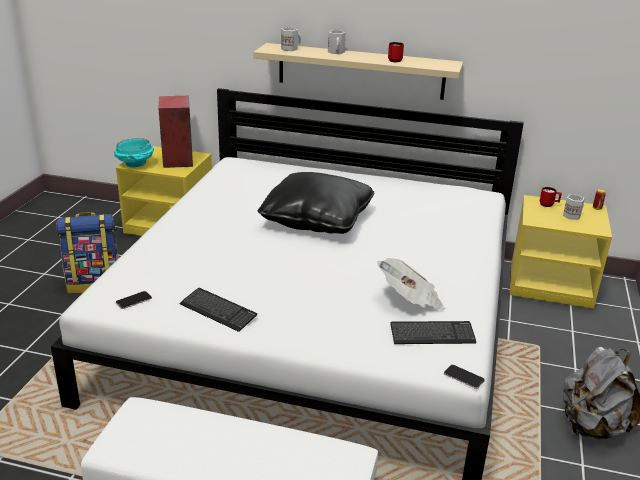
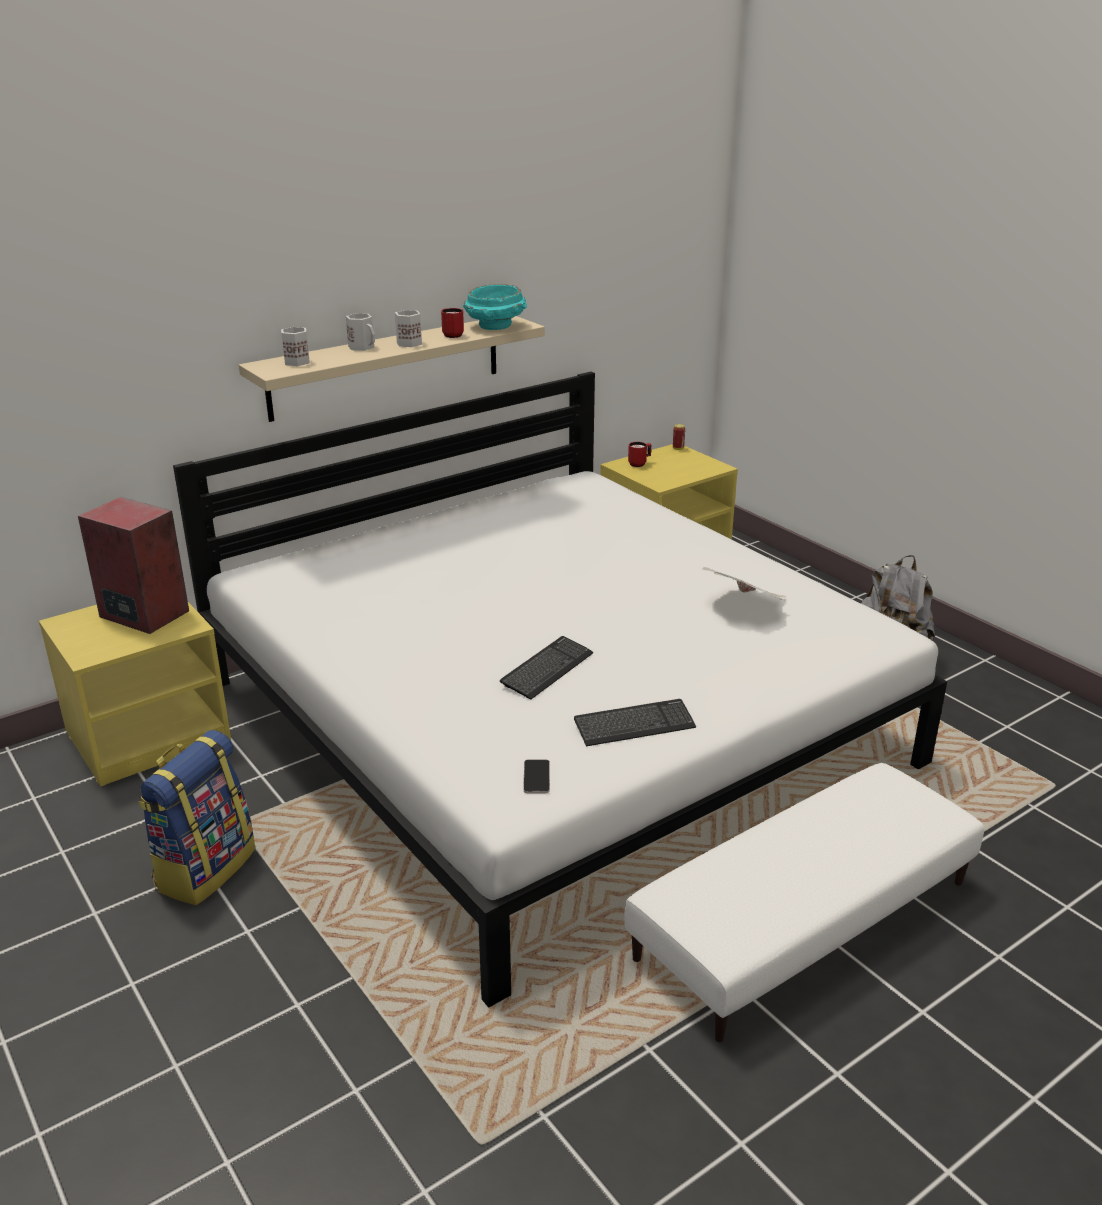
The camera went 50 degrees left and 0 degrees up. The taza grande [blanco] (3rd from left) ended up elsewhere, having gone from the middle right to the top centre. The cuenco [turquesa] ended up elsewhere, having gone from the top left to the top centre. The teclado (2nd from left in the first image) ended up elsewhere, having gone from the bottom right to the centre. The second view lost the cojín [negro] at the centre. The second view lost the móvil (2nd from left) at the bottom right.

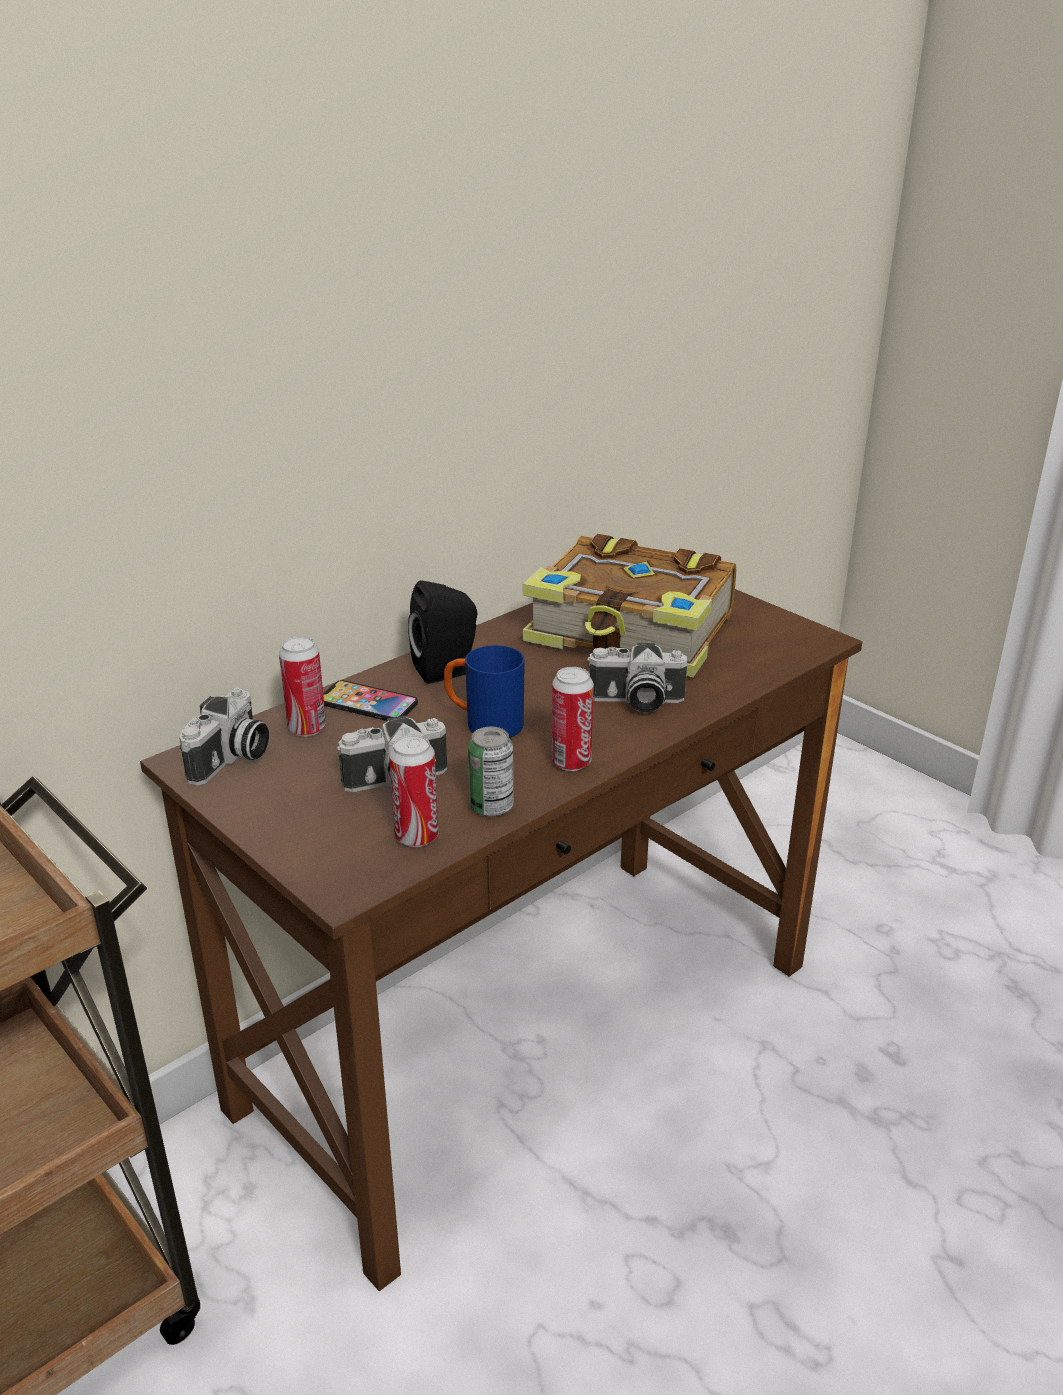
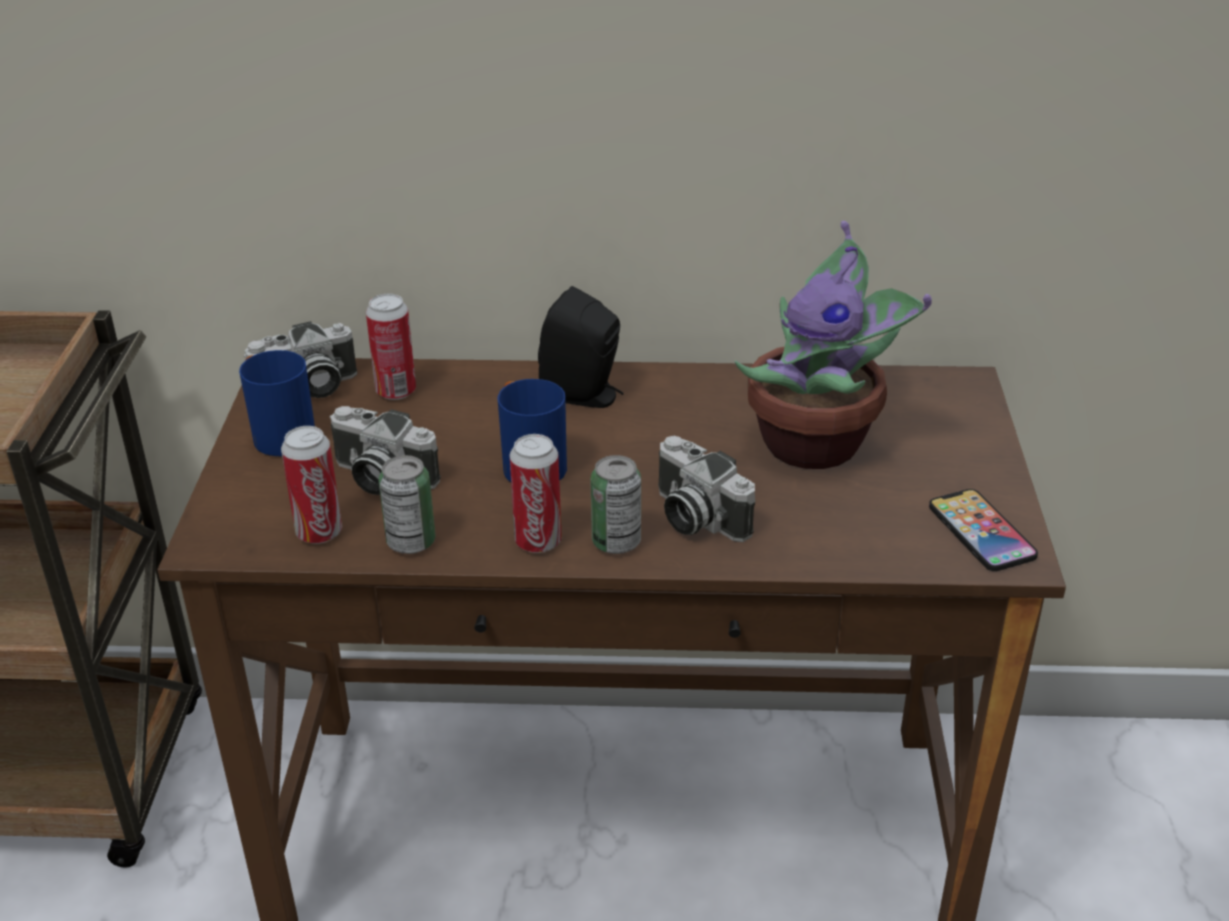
The camera went 45 degrees right and 5 degrees up. The second view gained the taza grande [azul] (1st from left) at the middle left. The second view gained the lata (5th from left) at the centre. Where the libro stood at the centre, the planta en maceta came to stand at the middle right. The móvil ended up elsewhere, having gone from the centre to the middle right.

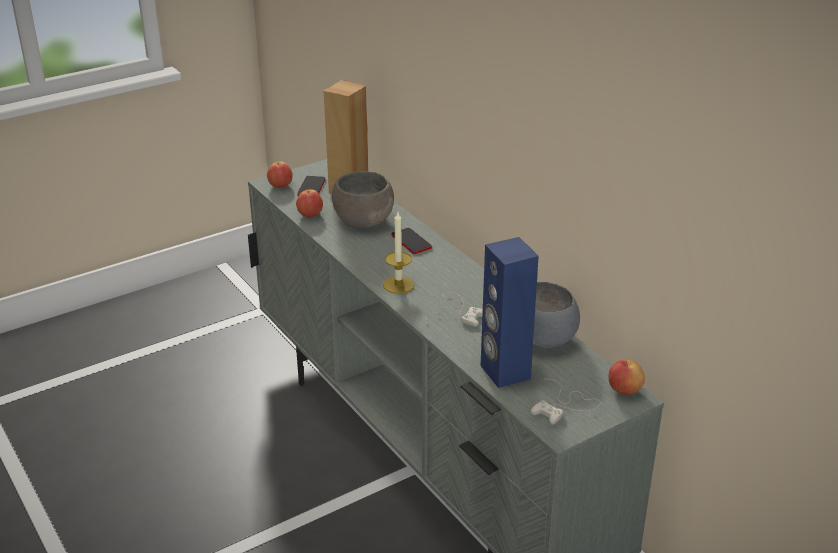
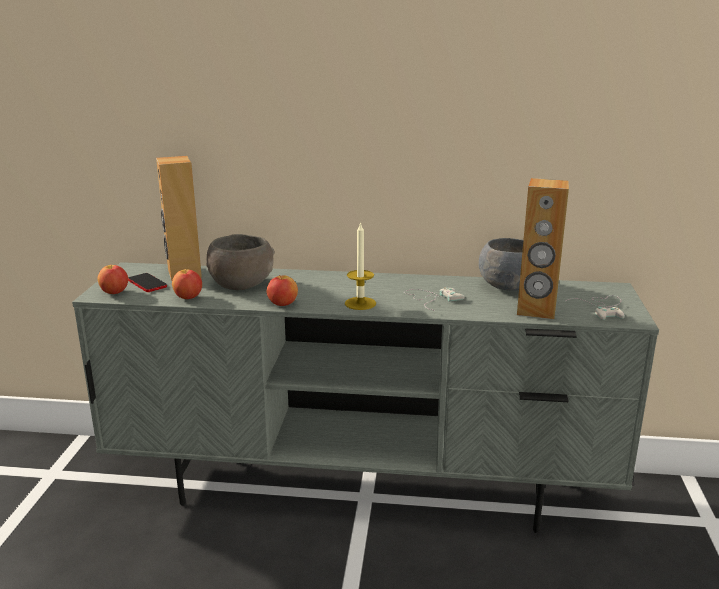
The camera went 50 degrees left and 10 degrees down. The manzana (3rd from left) ended up elsewhere, having gone from the bottom right to the centre. What was the altavoz [azul] at the centre turned into the altavoz [marrón] (2nd from left) at the middle right. The second view lost the móvil (2nd from left) at the centre.

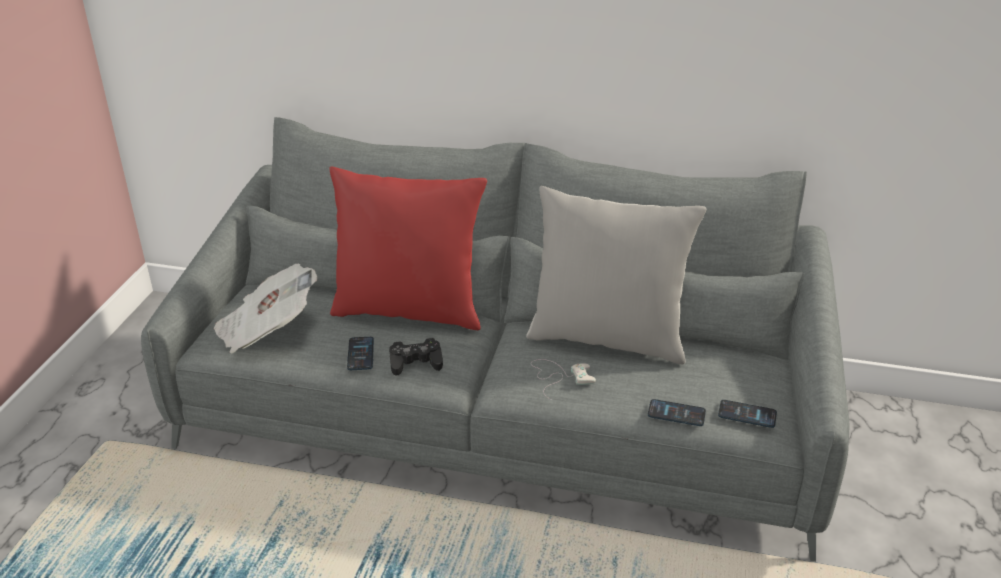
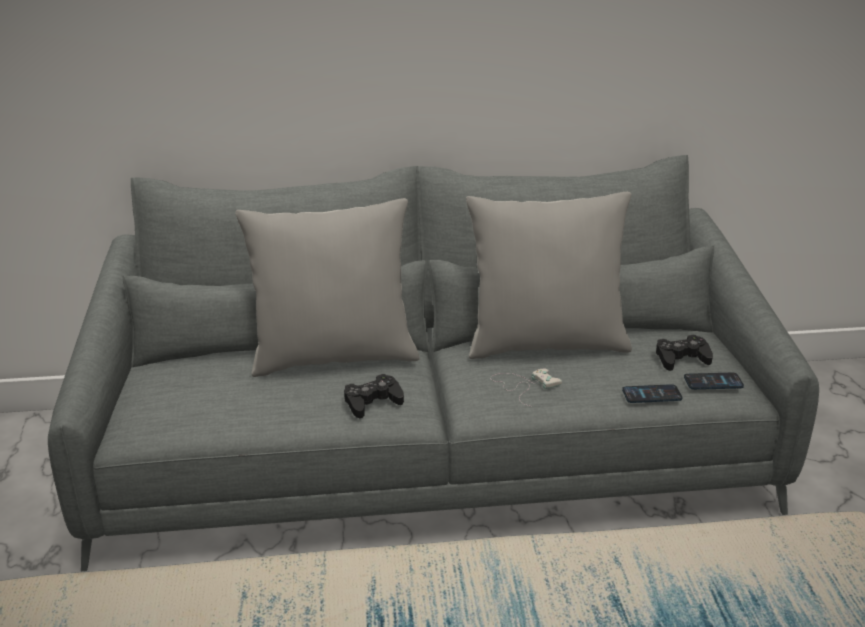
The camera went 20 degrees left and 5 degrees down. What was the cojín [rojo] at the centre turned into the cojín [gris] (1st from left) at the centre. The second view gained the mando de consola [negro] (2nd from left) at the middle right. The second view lost the periódico at the middle left. The second view lost the móvil (1st from left) at the centre.

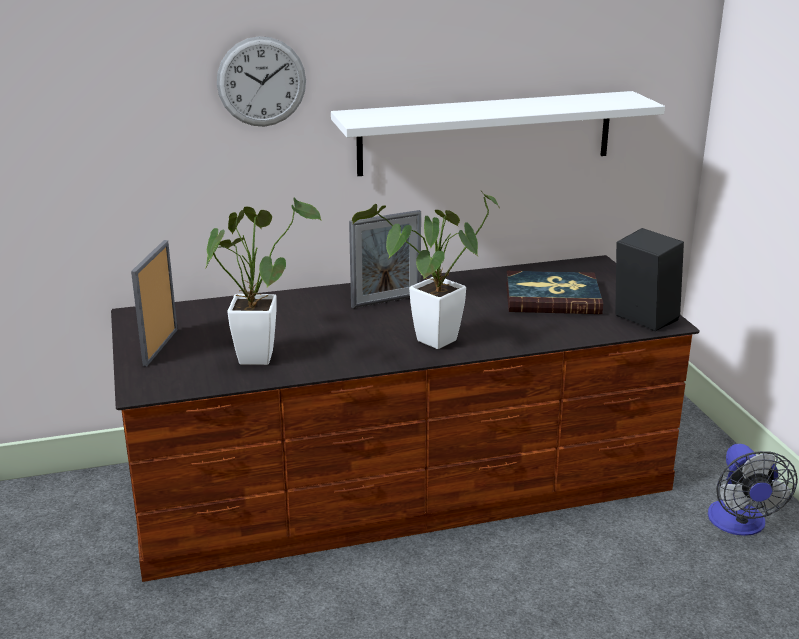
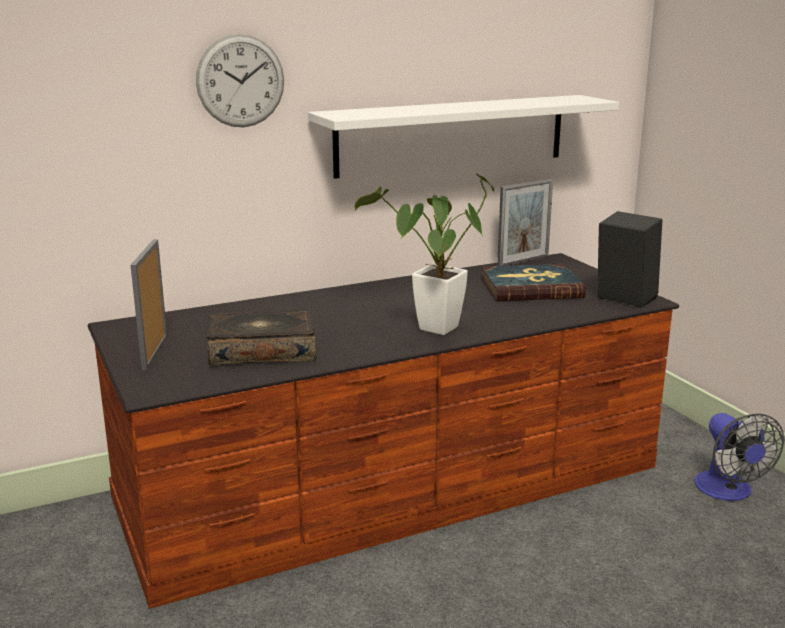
The camera went 10 degrees left and 5 degrees down. Where the planta en maceta (1st from left) stood at the middle left, the libro (1st from left) came to stand at the middle left. The portarretratos (2nd from left) ended up elsewhere, having gone from the centre to the middle right.

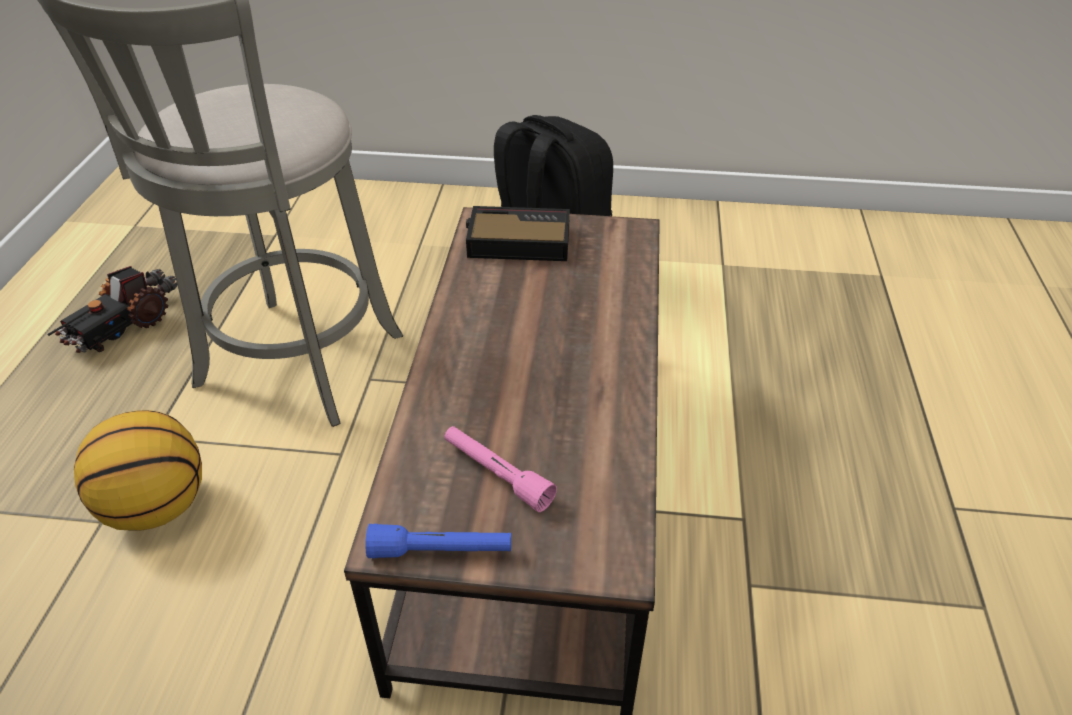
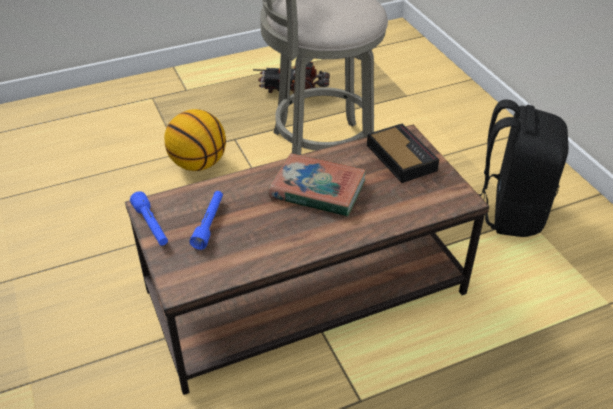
The camera went 60 degrees right and 0 degrees up. What was the linterna [rosa] at the centre turned into the linterna [azul] (2nd from left) at the centre. The second view gained the libro at the centre.

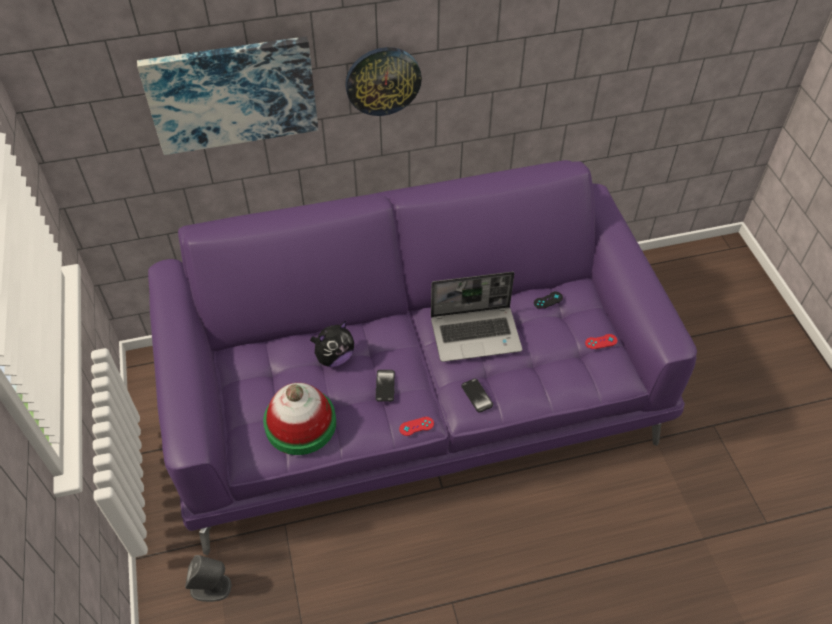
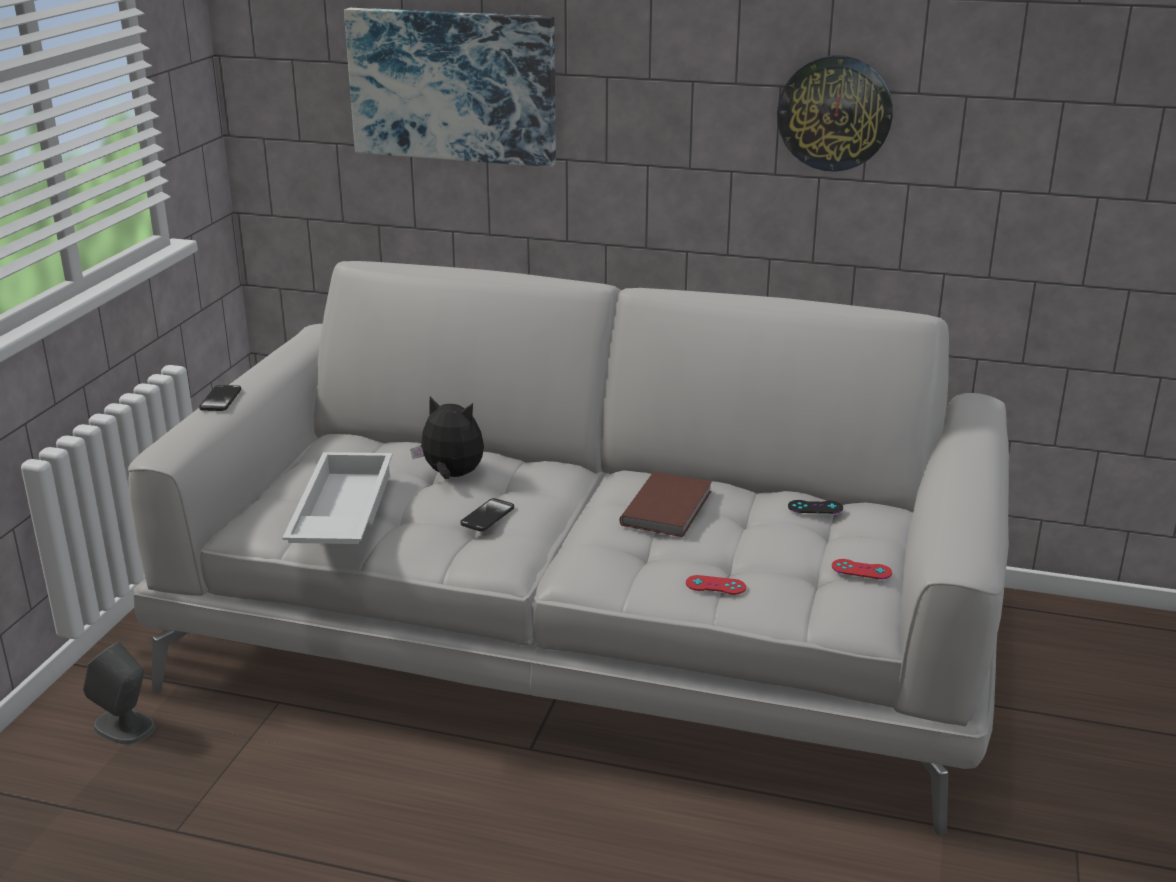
The camera went 30 degrees right and 25 degrees down. What was the sofá [morado] at the centre turned into the sofá [gris] at the centre. The móvil (2nd from left in the first image) ended up elsewhere, having gone from the centre to the middle left. Where the sombrero stood at the bottom centre, the bandeja [blanco] came to stand at the middle left. The peluche at the centre ended up facing another way, 150 degrees counterclockwise from before. Where the portátil stood at the centre, the libro [marrón] came to stand at the centre. The mando de consola [rojo] (1st from left) ended up elsewhere, having gone from the bottom centre to the centre. The reloj de pared ended up elsewhere, having gone from the top centre to the top right.

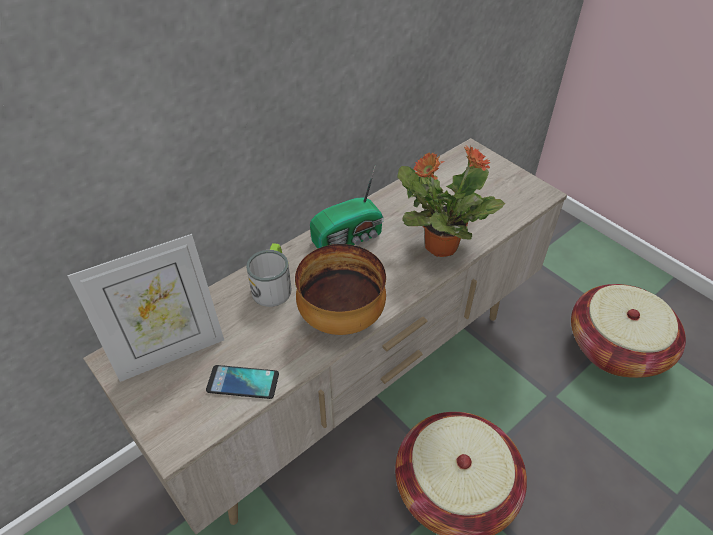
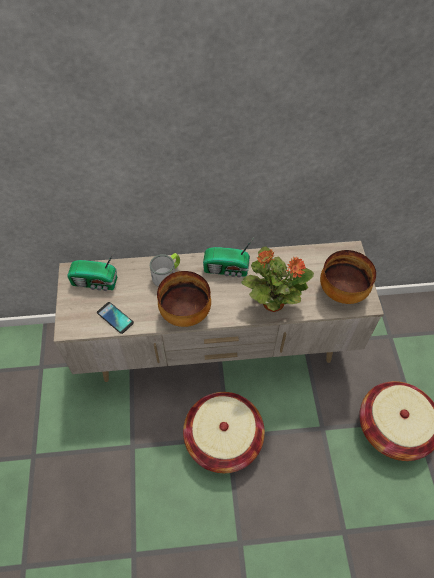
The camera went 35 degrees right and 10 degrees up. Where the portarretratos stood at the middle left, the radio (1st from left) came to stand at the middle left. The second view gained the cuenco (2nd from left) at the middle right.

